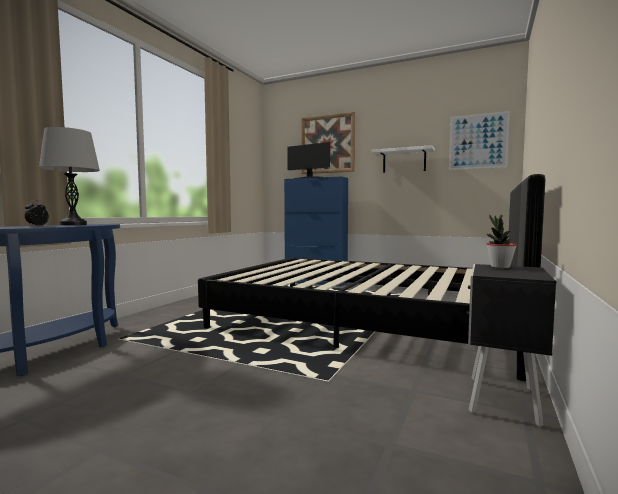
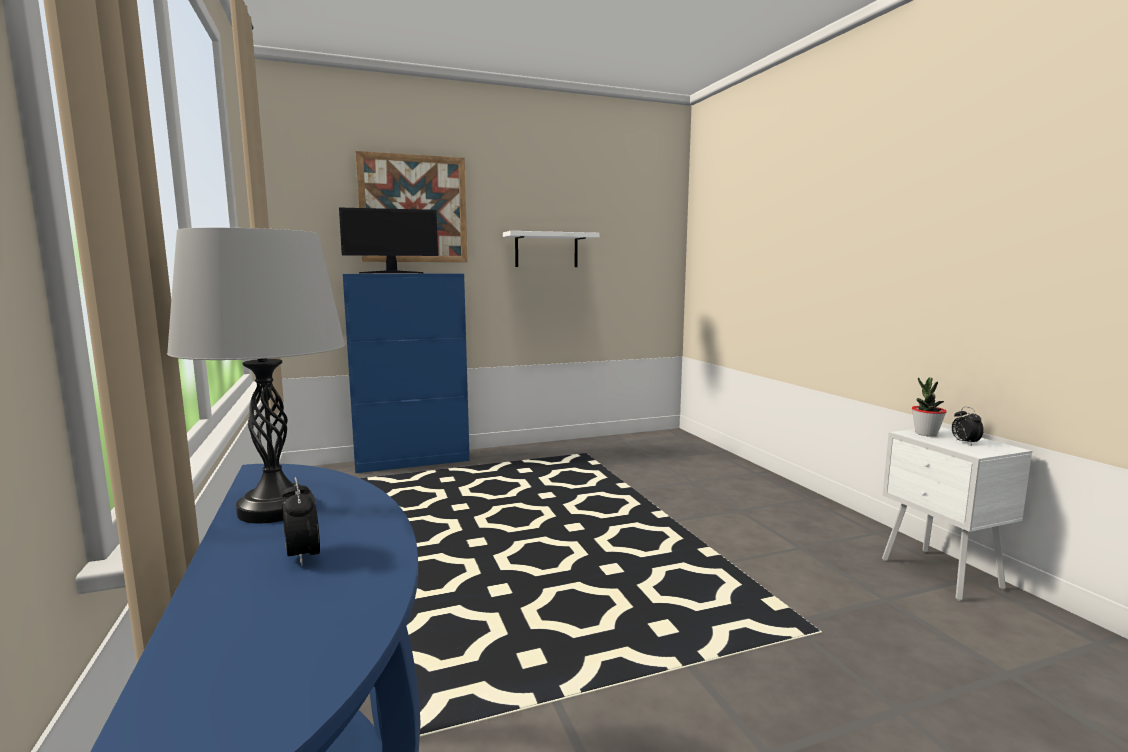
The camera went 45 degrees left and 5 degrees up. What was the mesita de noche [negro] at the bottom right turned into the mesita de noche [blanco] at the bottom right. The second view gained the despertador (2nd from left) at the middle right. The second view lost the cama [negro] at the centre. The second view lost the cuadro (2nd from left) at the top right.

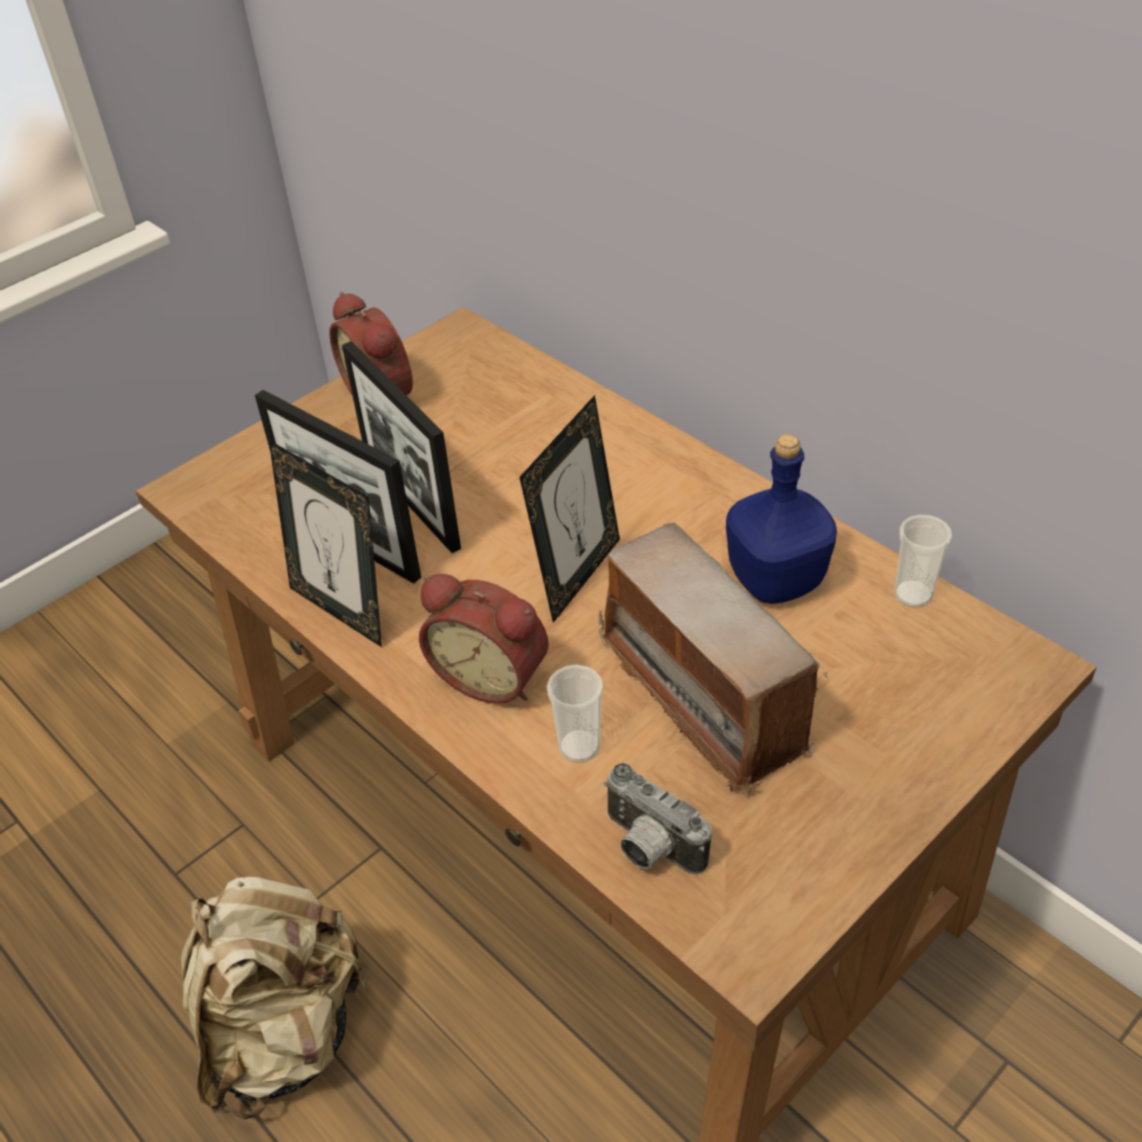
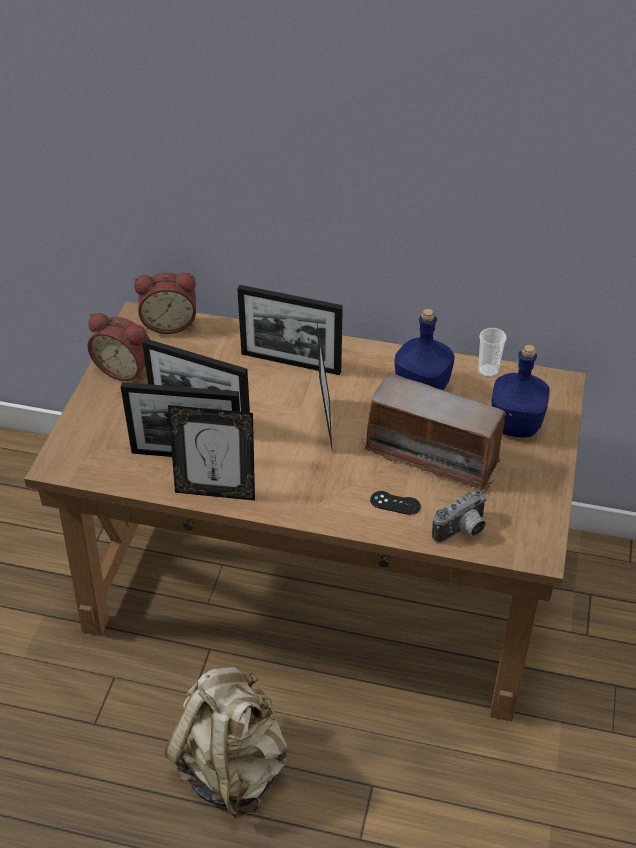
The camera went 35 degrees left and 0 degrees up. The despertador (2nd from left) ended up elsewhere, having gone from the centre to the middle left. The second view gained the portarretratos (4th from left) at the centre. Where the taza (1st from left) stood at the centre, the mando de consola [negro] came to stand at the centre. The cámara at the bottom centre ended up facing another way, 45 degrees counterclockwise from before. The second view gained the botella [azul] (2nd from left) at the middle right.

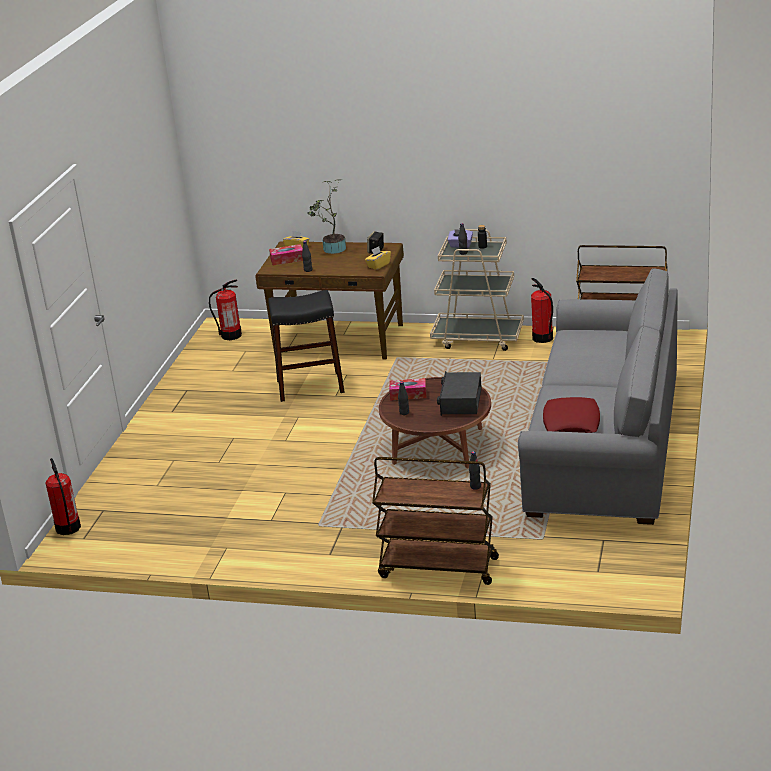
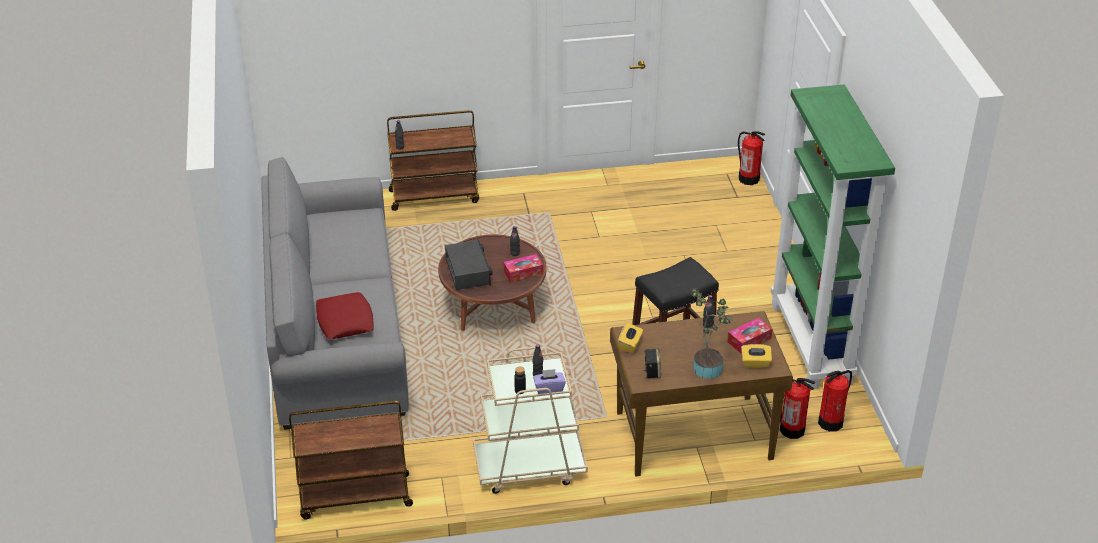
The camera went 155 degrees right and 10 degrees up. The cojín [rojo] ended up elsewhere, having gone from the middle right to the middle left. The second view gained the estantería [verde] at the middle right. The extintor (3rd from left in the first image) ended up elsewhere, having gone from the middle right to the bottom right.

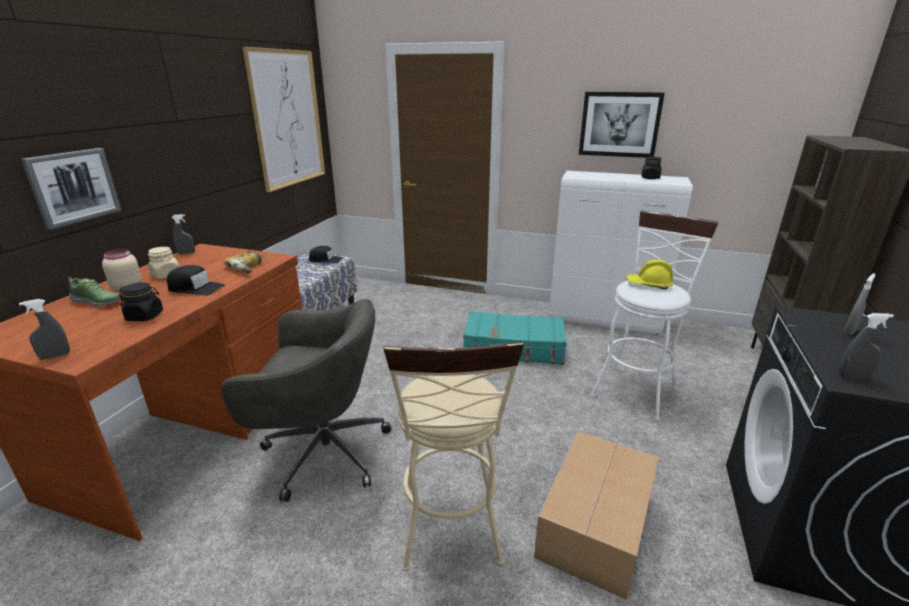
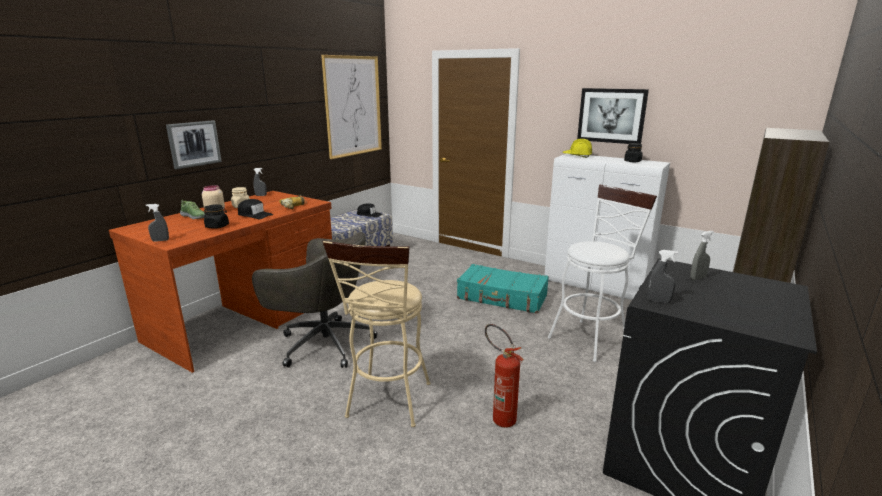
The camera went 15 degrees right and 5 degrees down. Where the caja de cartón stood at the bottom centre, the extintor came to stand at the bottom centre. The casco [amarillo] ended up elsewhere, having gone from the middle right to the top centre.

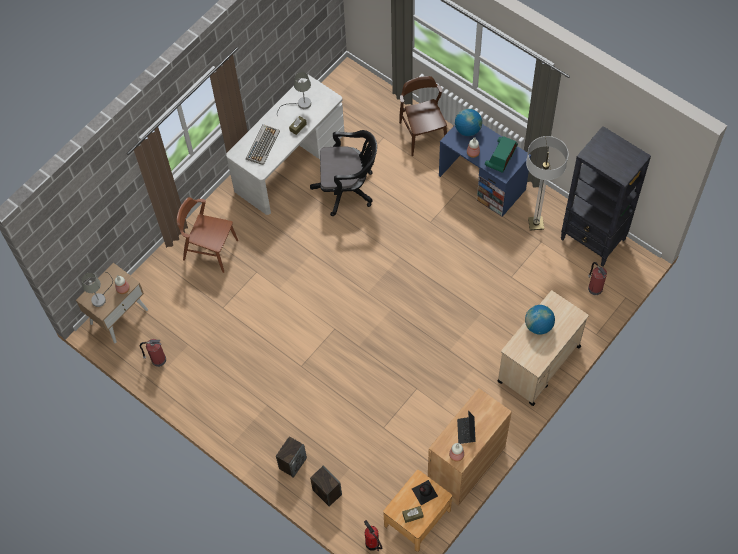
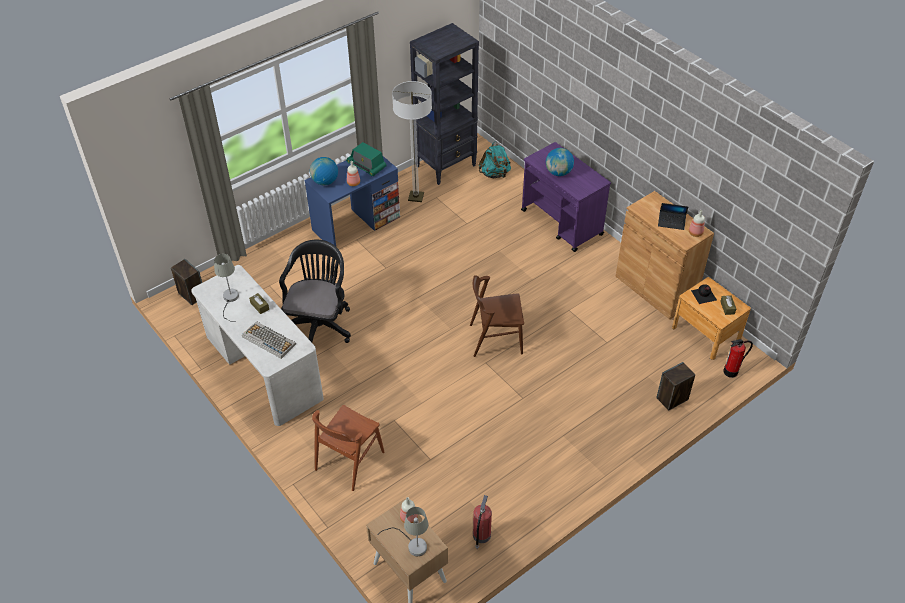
The camera went 80 degrees left and 15 degrees down. The altavoz (1st from left) ended up elsewhere, having gone from the bottom centre to the middle left. The silla [marrón] (2nd from left) ended up elsewhere, having gone from the top centre to the centre. Where the extintor (3rd from left) stood at the middle right, the mochila [turquesa] came to stand at the top centre. What was the carrito [beis] at the middle right turned into the carrito [morado] at the top centre.

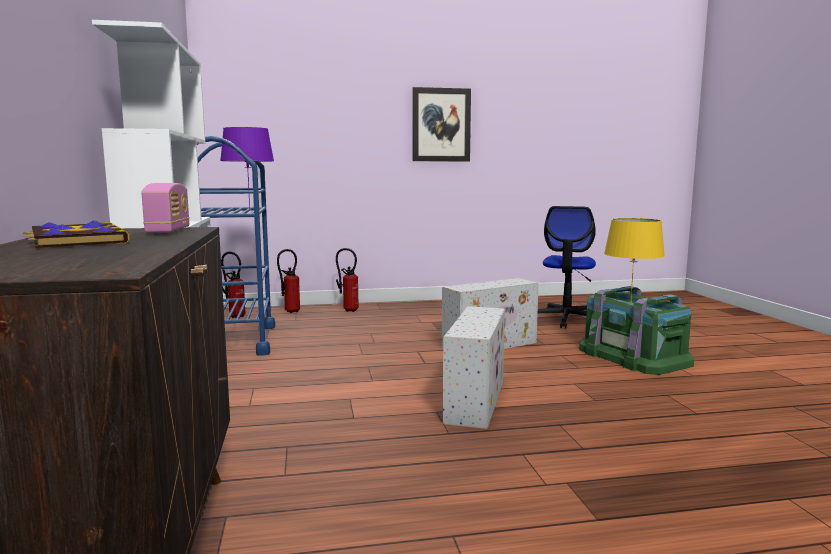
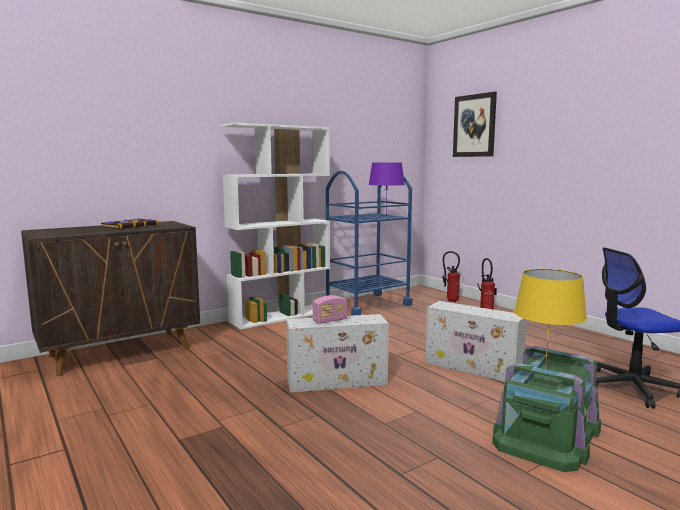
The camera went 65 degrees right and 0 degrees up. The radio ended up elsewhere, having gone from the middle left to the centre. The cuadro ended up elsewhere, having gone from the top centre to the top right. The second view lost the extintor (1st from left) at the middle left.

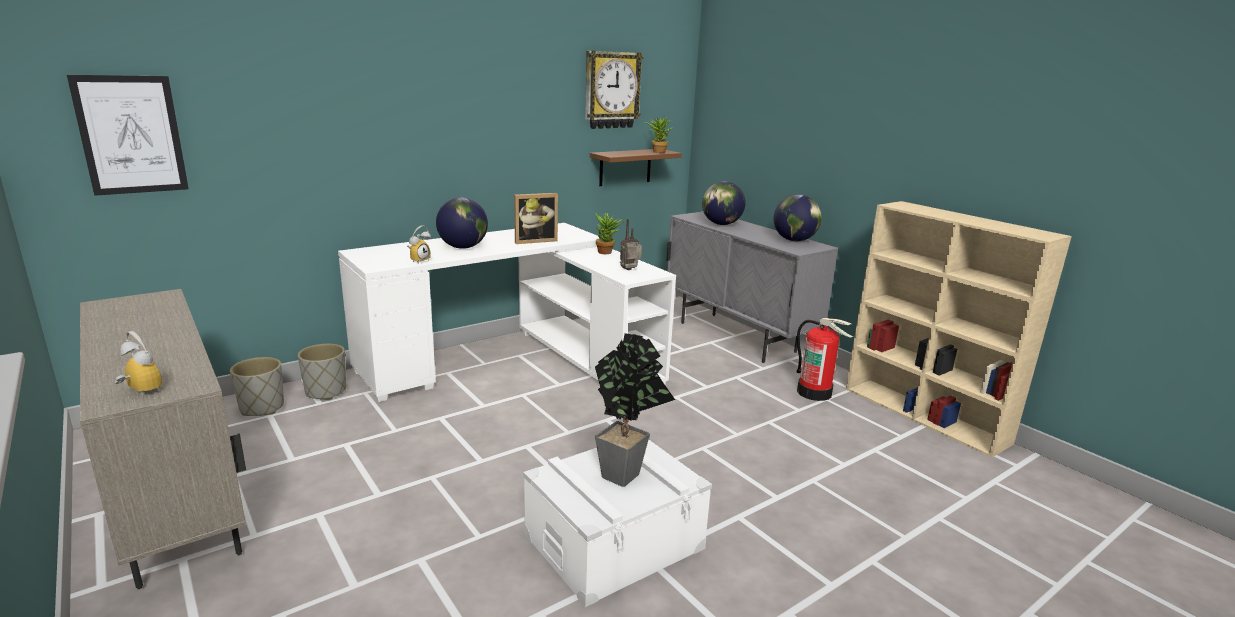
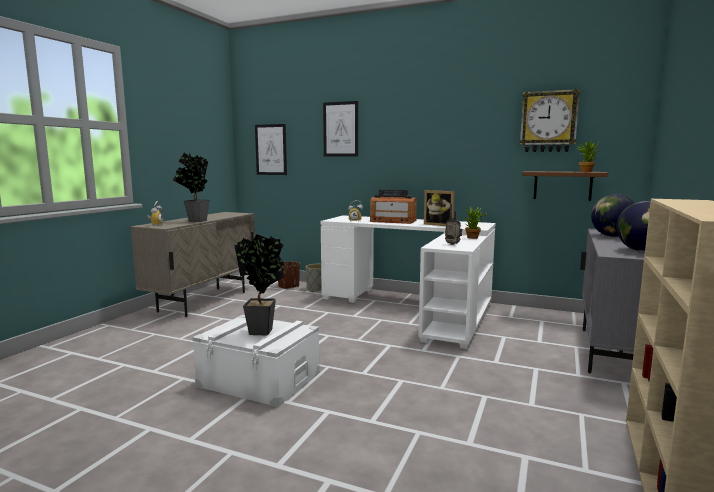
The camera went 60 degrees right and 10 degrees down. The second view gained the planta en maceta (1st from left) at the middle left. What was the maceta [gris] (1st from left) at the middle left turned into the maceta [marrón] at the centre. The second view gained the cuadro (2nd from left) at the top centre. Where the globo terráqueo (1st from left) stood at the centre, the radio (1st from left) came to stand at the centre. The second view lost the extintor at the middle right.

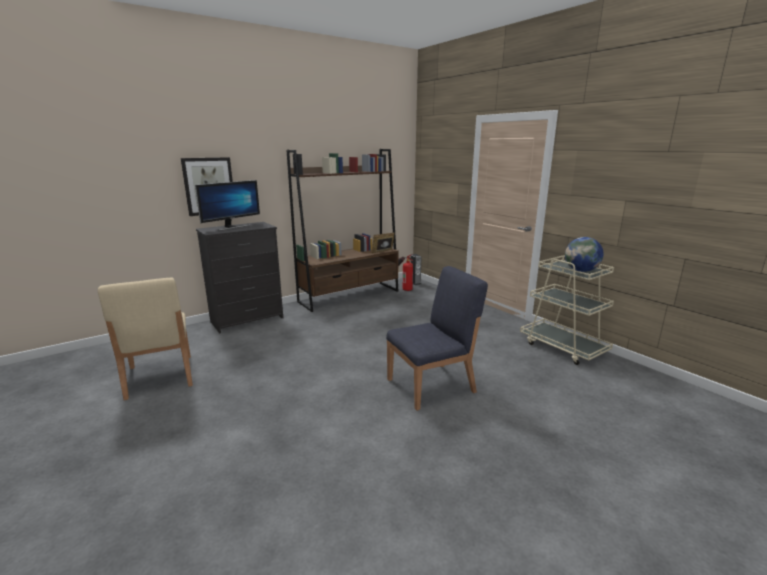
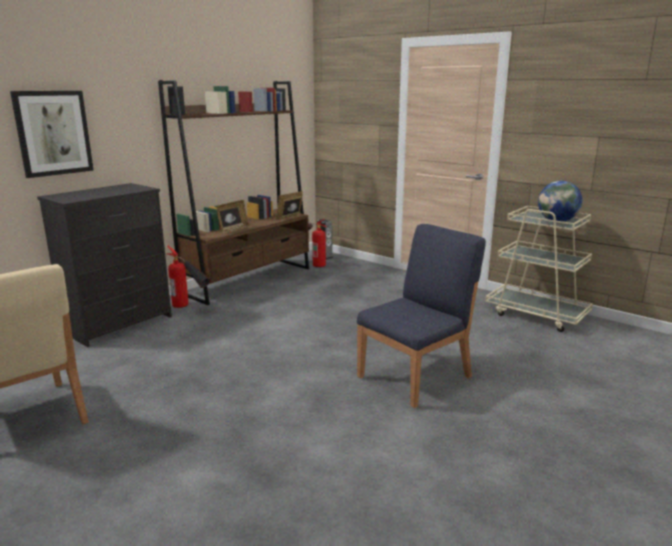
The camera went 15 degrees left and 0 degrees up. The second view gained the extintor (1st from left) at the middle left. The second view gained the portarretratos (1st from left) at the centre. The second view lost the monitor at the middle left.

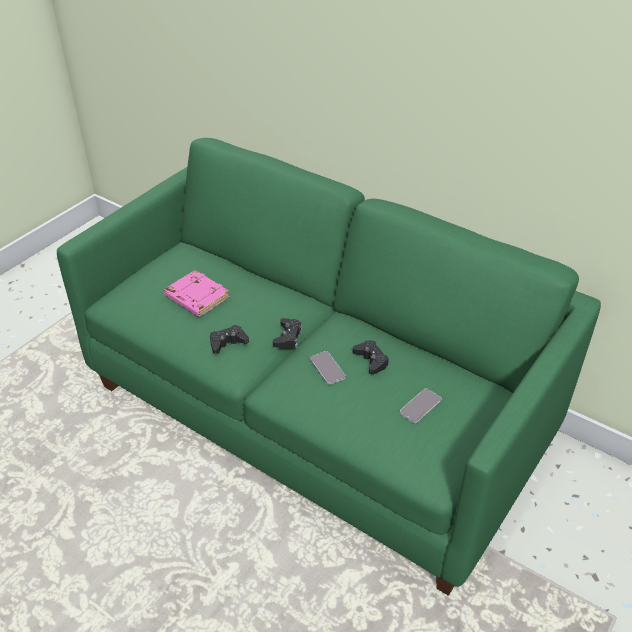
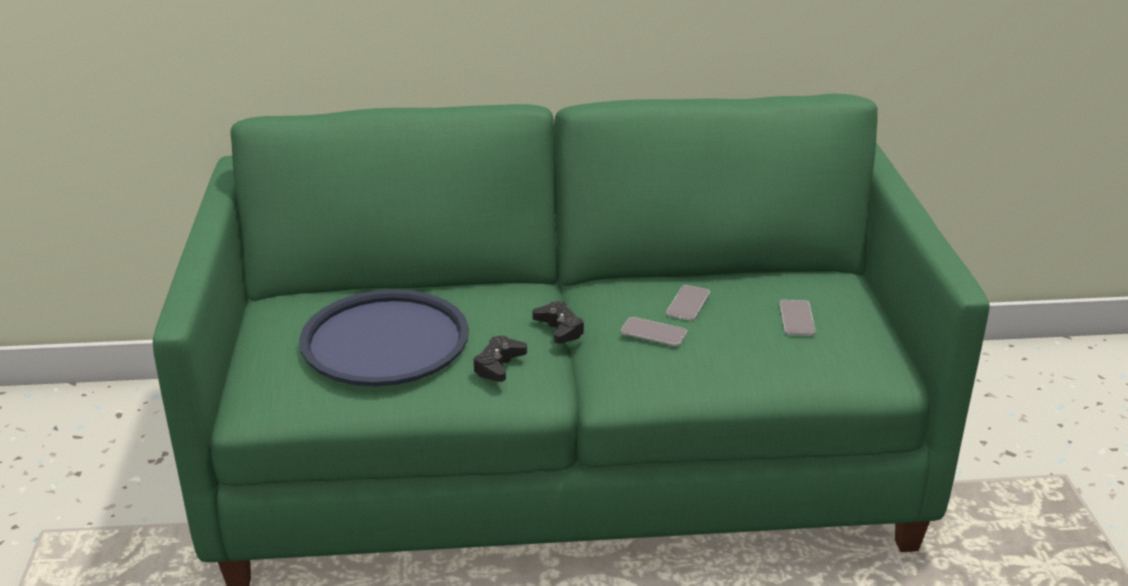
The camera went 40 degrees left and 10 degrees down. Where the libro [rosa] stood at the middle left, the bandeja [azul] came to stand at the centre. Where the mando de consola [negro] (3rd from left) stood at the centre, the móvil (2nd from left) came to stand at the centre.

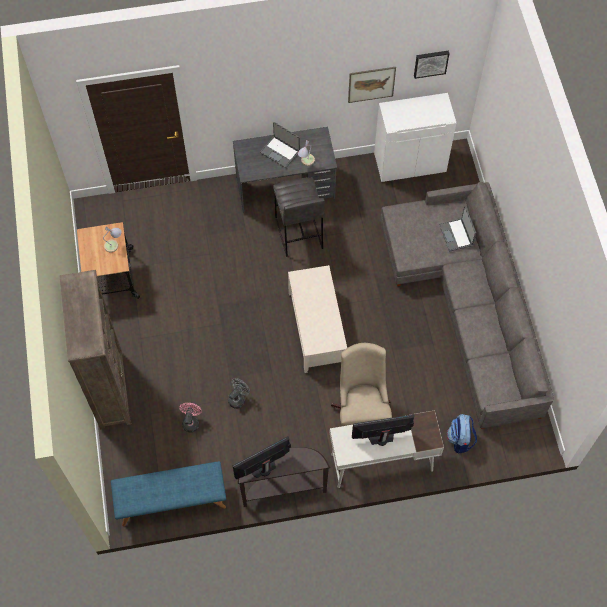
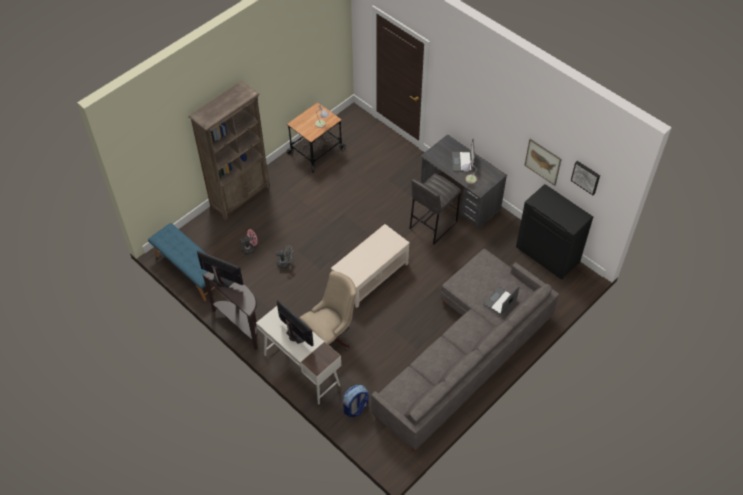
The camera went 55 degrees right and 10 degrees down. What was the armario [blanco] at the top right turned into the armario [negro] at the middle right.

